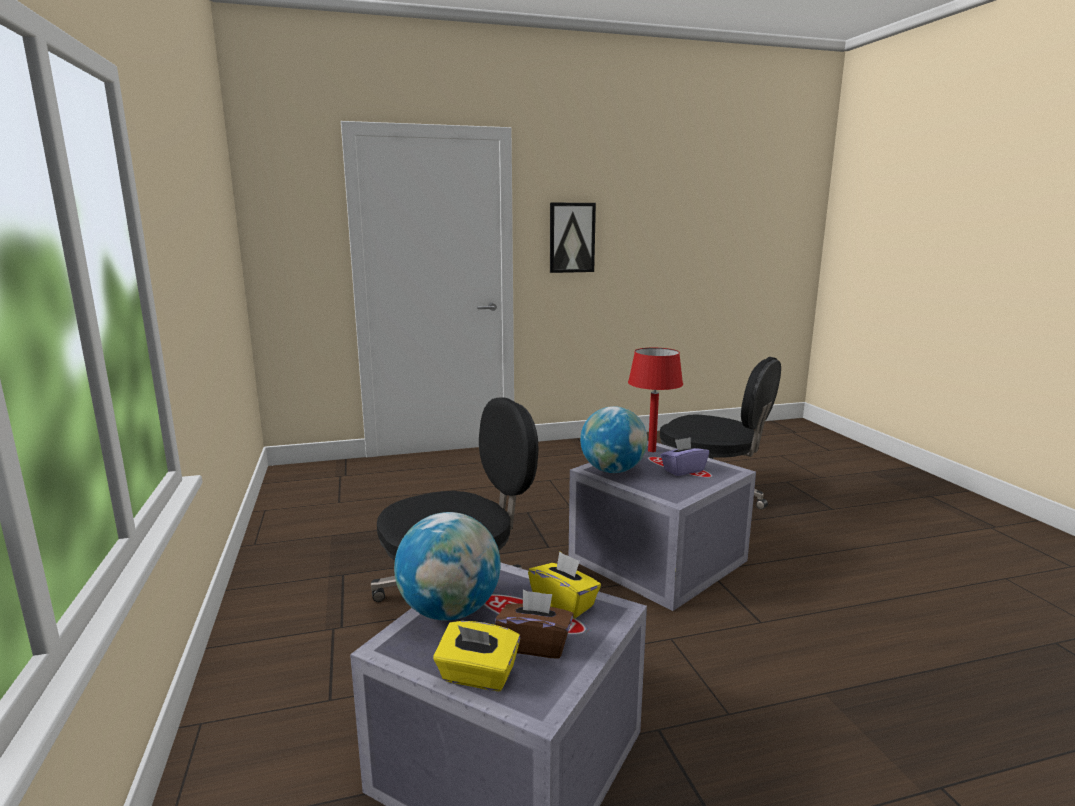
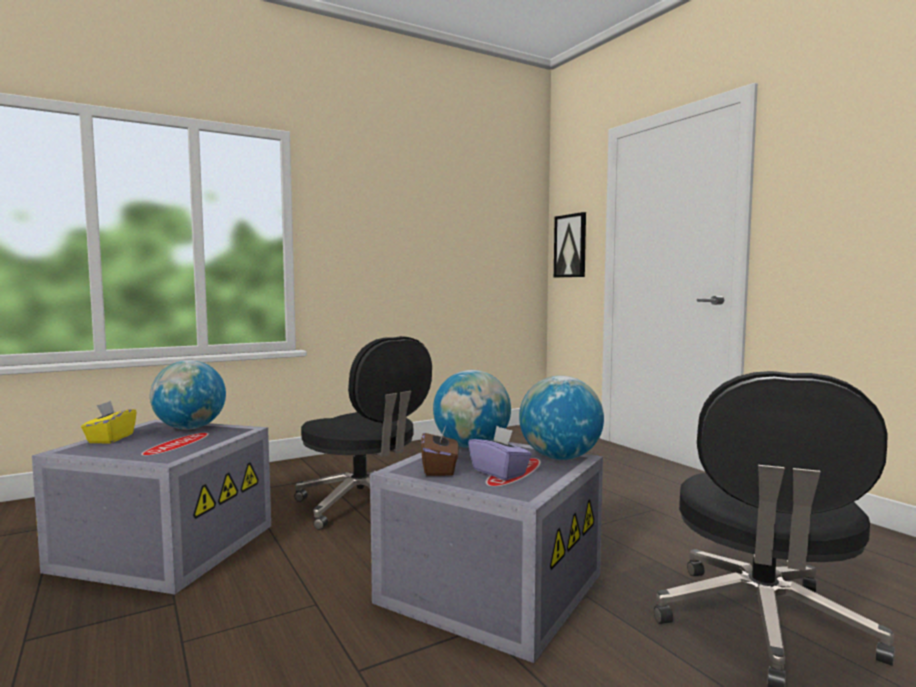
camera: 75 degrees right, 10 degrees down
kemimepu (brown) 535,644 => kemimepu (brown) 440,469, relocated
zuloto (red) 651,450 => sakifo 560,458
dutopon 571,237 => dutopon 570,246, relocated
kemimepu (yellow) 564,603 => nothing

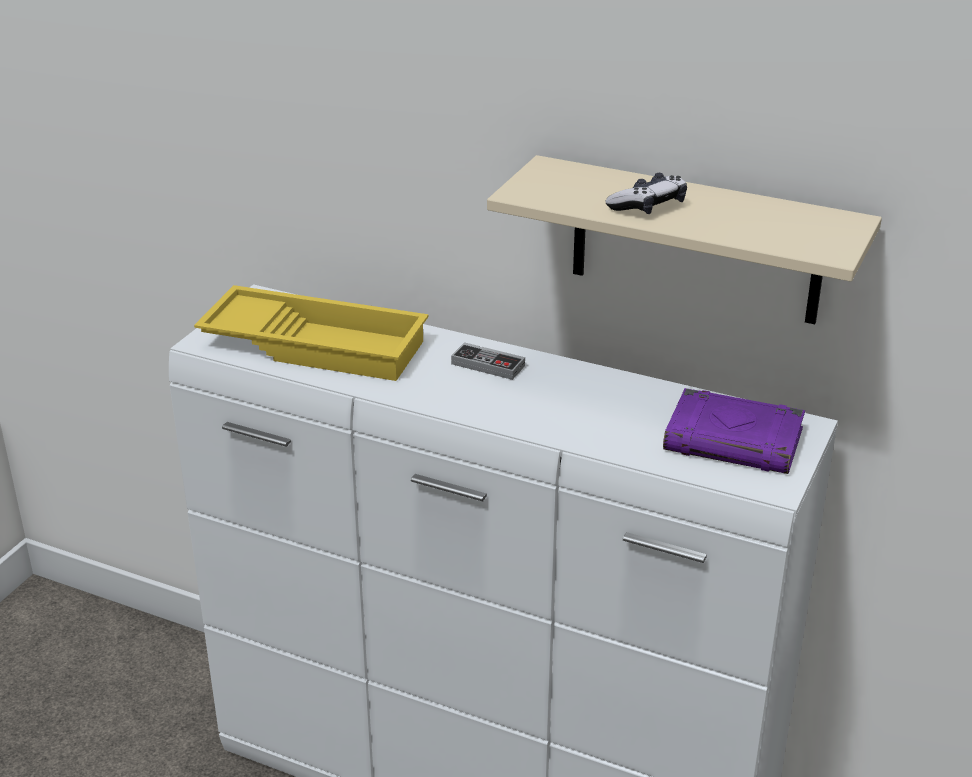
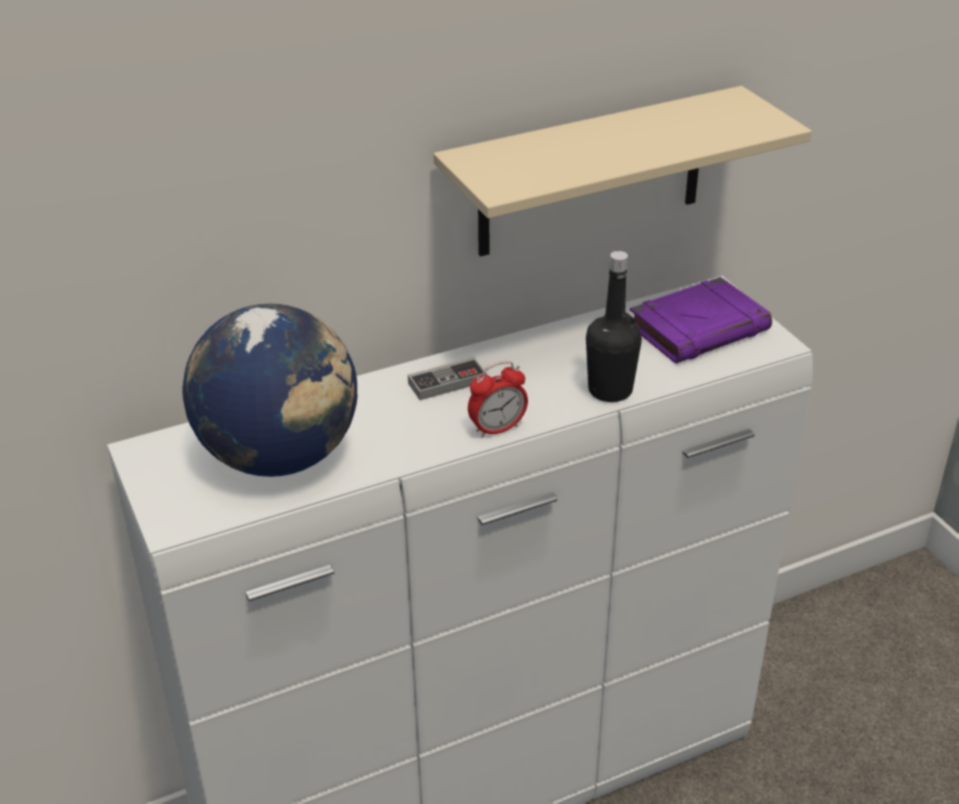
camera: 50 degrees left, 5 degrees up
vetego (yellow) 317,344 => sakifo 280,456
nothing => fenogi 497,429
nothing => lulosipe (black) 610,390
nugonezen 648,206 => nothing

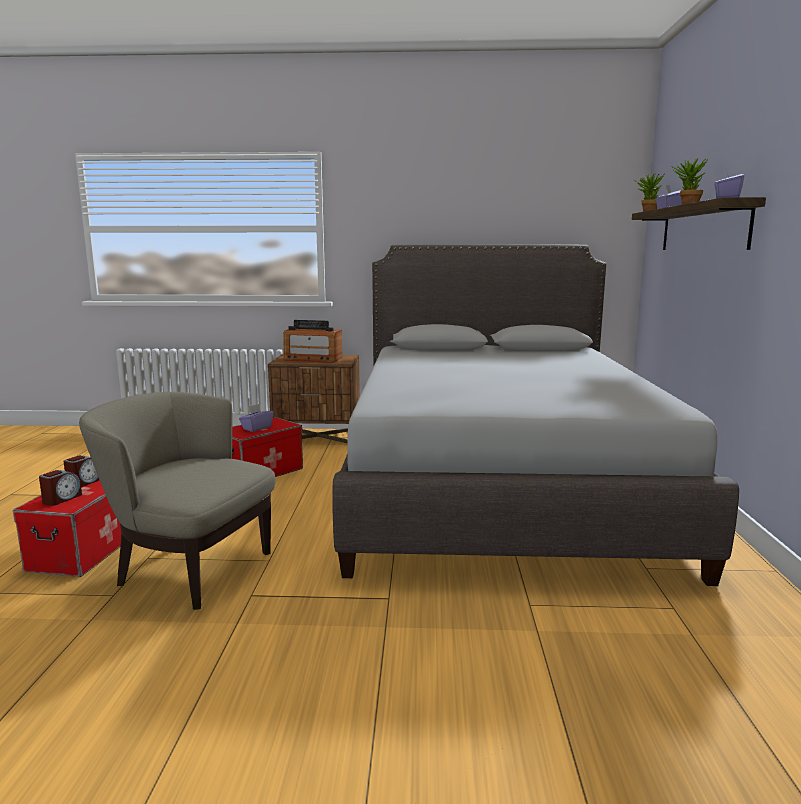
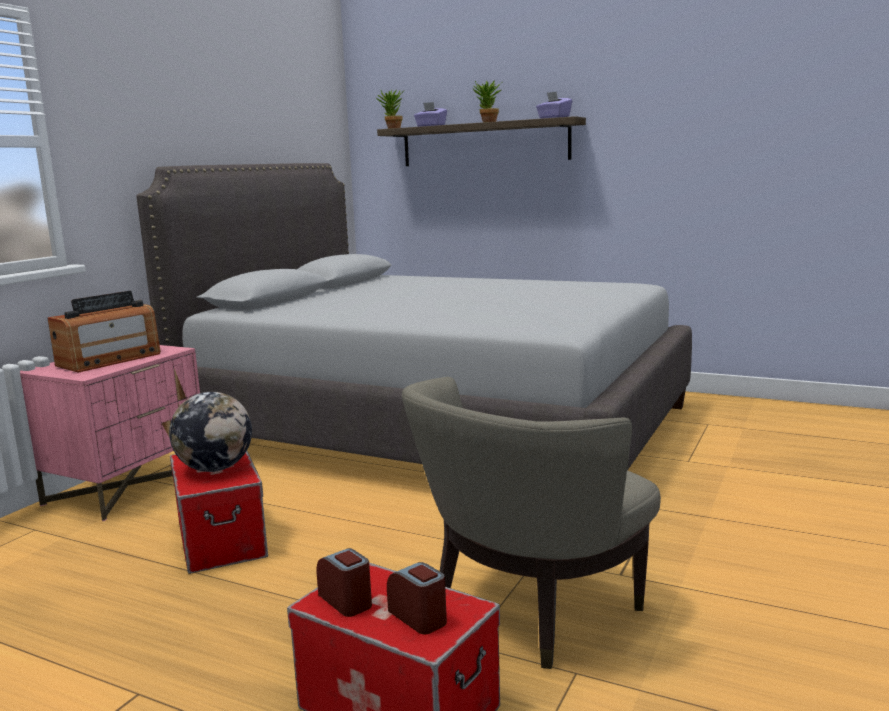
camera: 65 degrees left, 0 degrees up
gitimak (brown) 318,437 => gitimak (pink) 127,487
kemimepu (purple) 256,428 => sakifo 215,468

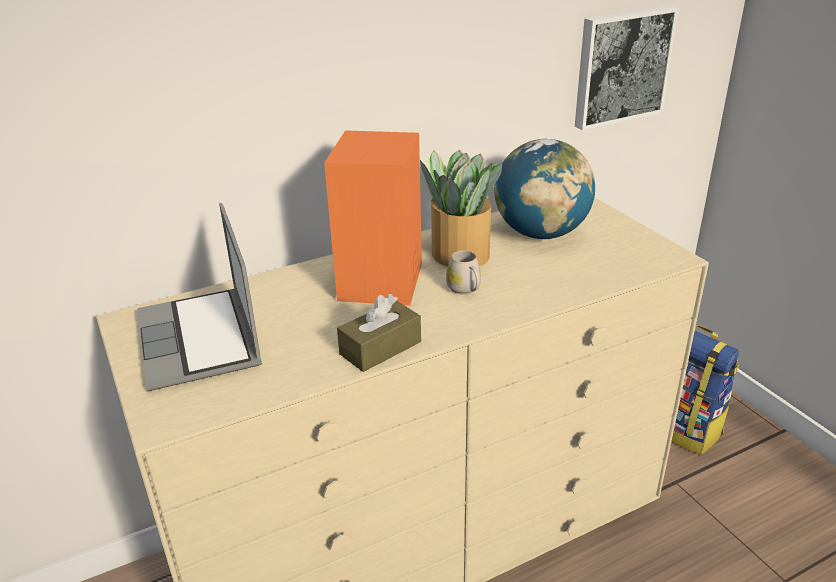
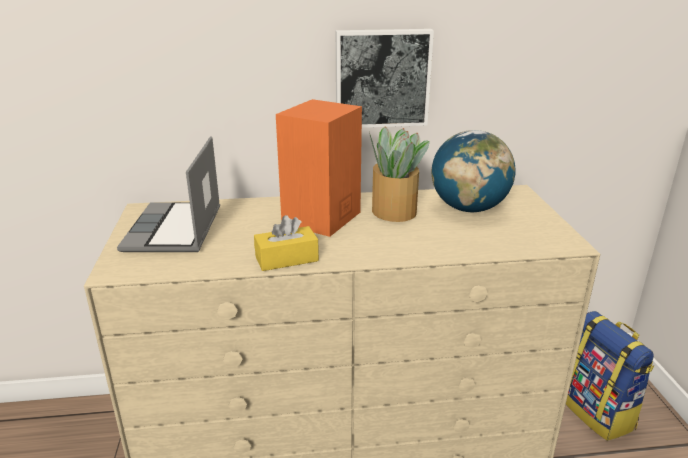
camera: 20 degrees right, 5 degrees down
kemimepu (brown) 380,348 => kemimepu (yellow) 286,259
dutopon 621,66 => dutopon 382,78, relocated
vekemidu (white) 465,289 => nothing

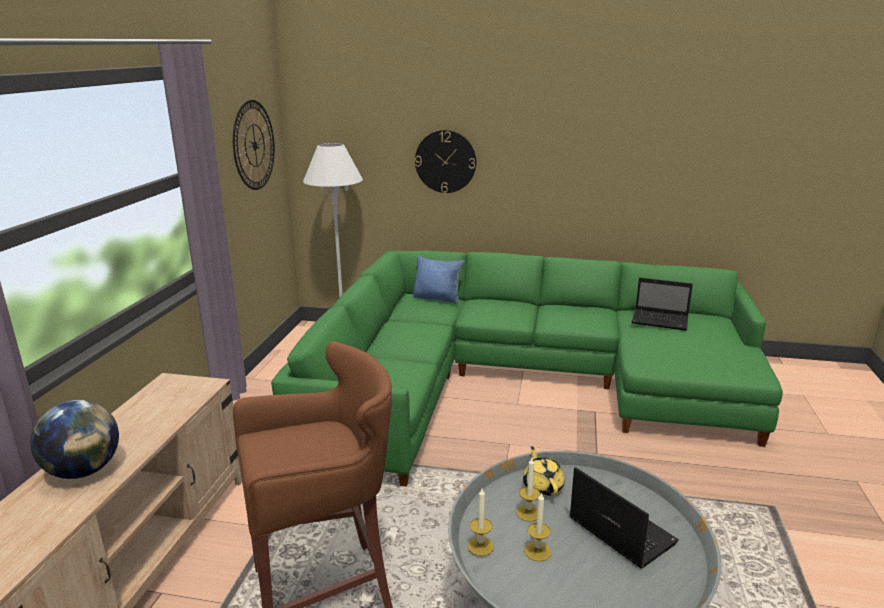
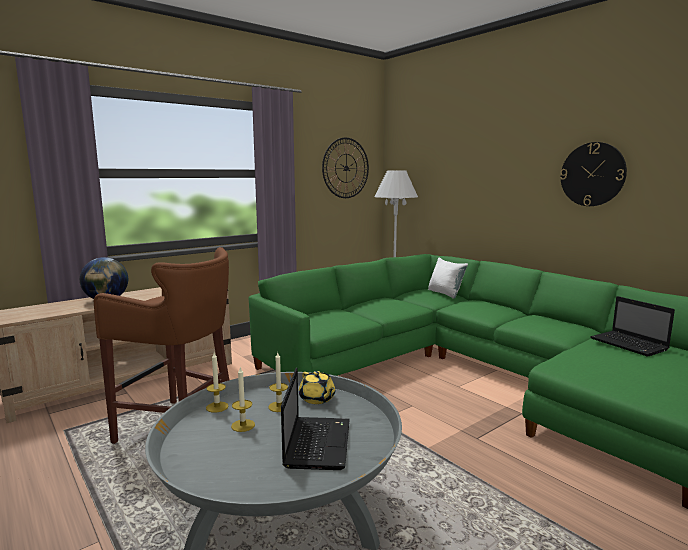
camera: 40 degrees right, 10 degrees down
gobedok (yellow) 542,486 => gobedok (yellow) 317,399, 120 degrees clockwise
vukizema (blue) 438,298 => vukizema (white) 445,293
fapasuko 445,161 => fapasuko 592,174, relocated

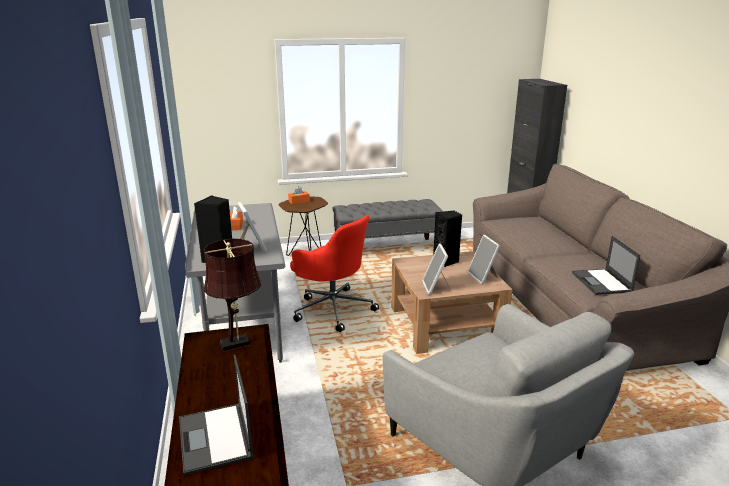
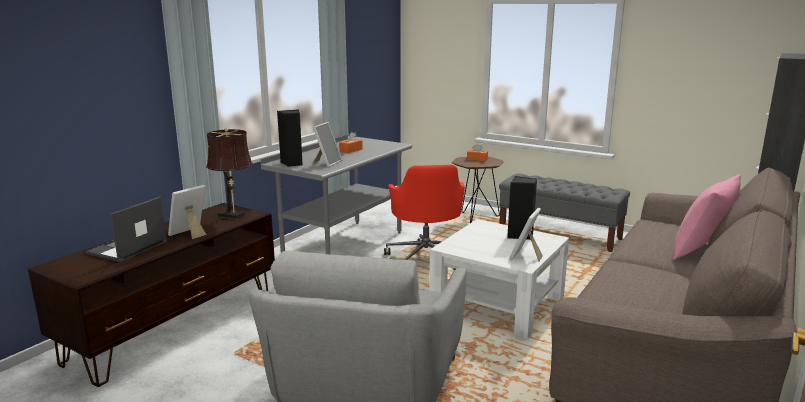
camera: 45 degrees right, 5 degrees down
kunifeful 436,287 => kunifeful 190,233, relocated
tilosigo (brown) 445,324 => tilosigo (white) 498,303
nothing => vukizema (pink) 701,251
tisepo 602,282 => nothing

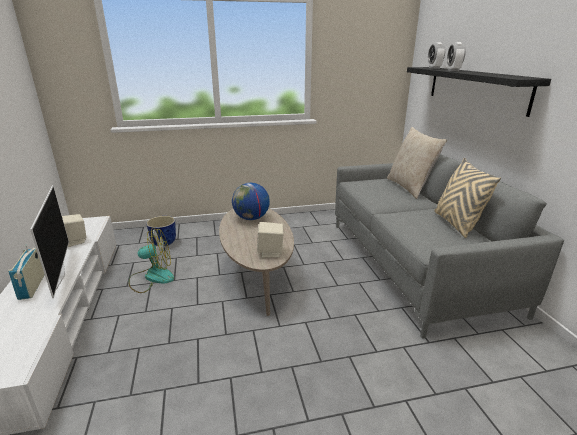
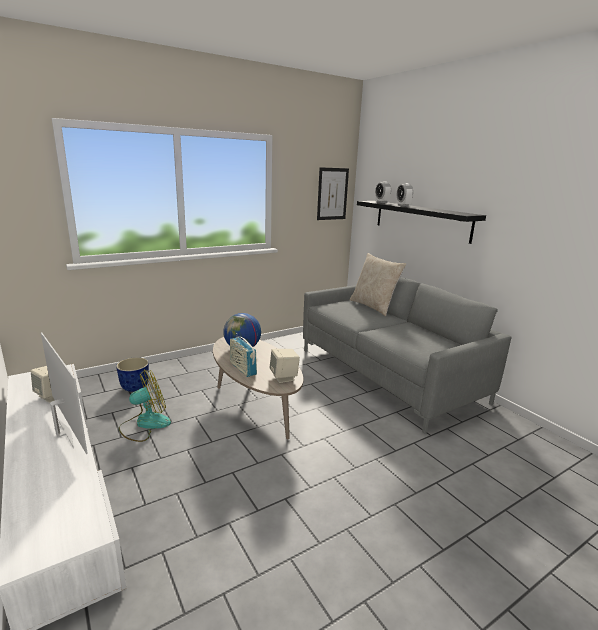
camera: 20 degrees left, 5 degrees down
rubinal 32,286 => rubinal 242,368, relocated
nothing => dutopon 332,194
vukizema (beige) 456,224 => nothing

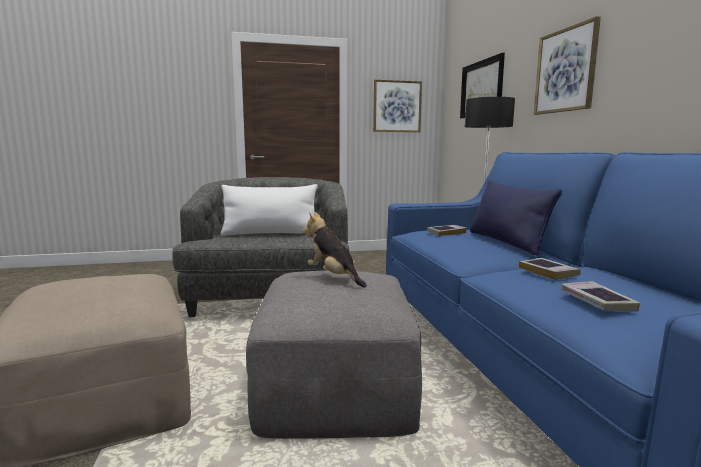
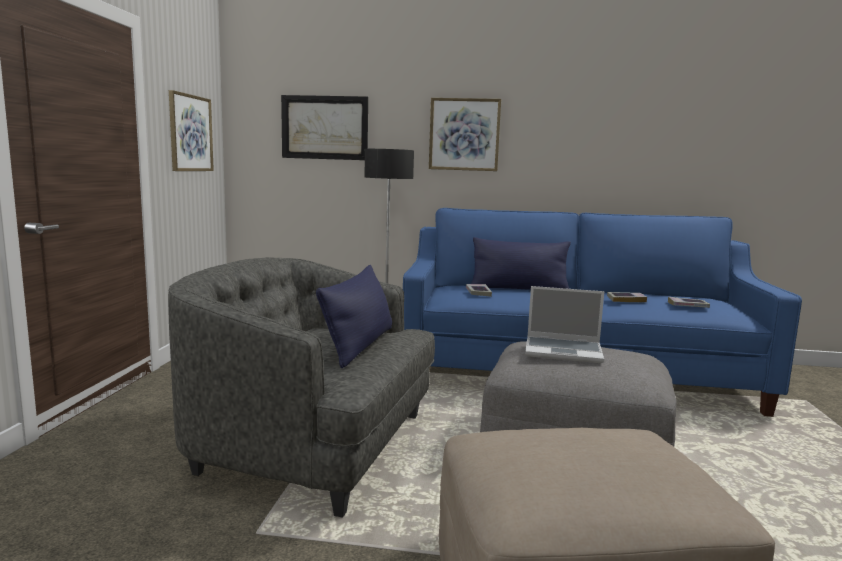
camera: 70 degrees left, 0 degrees up
vukizema (white) 270,233 => vukizema (blue) 359,345
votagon 333,277 => tisepo 564,351

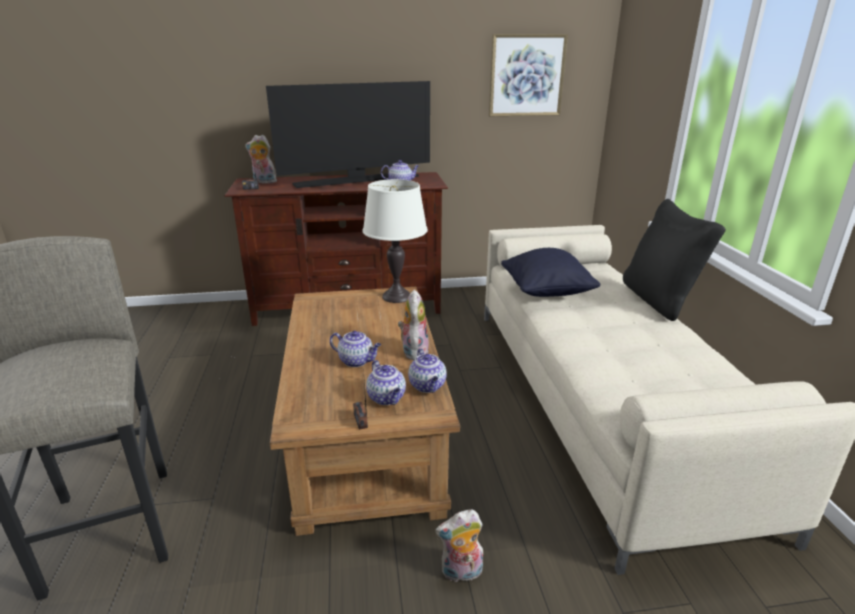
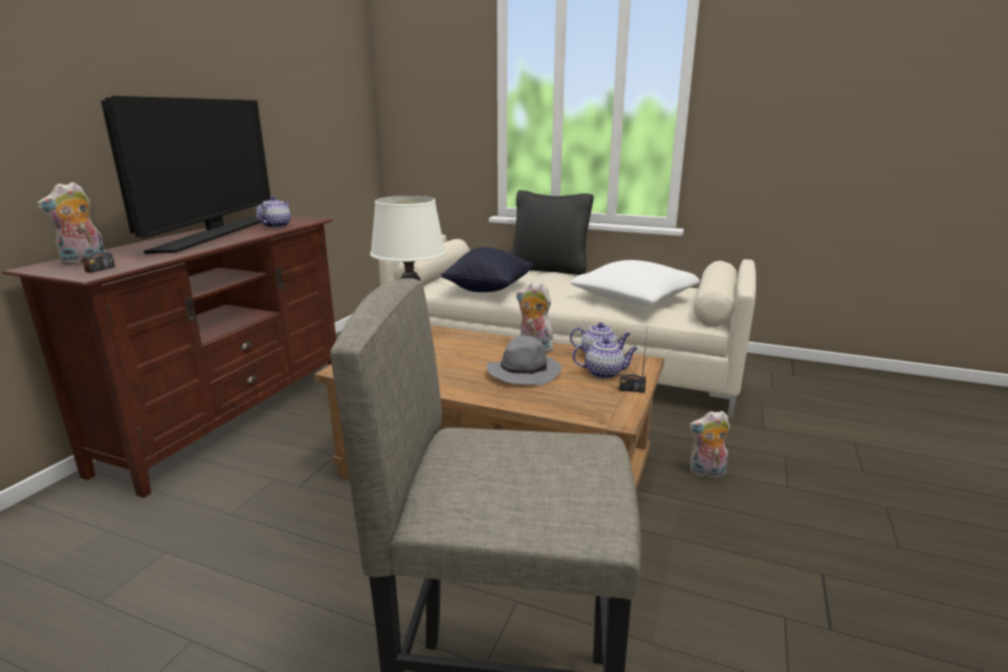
camera: 60 degrees left, 5 degrees down
gobedok 357,361 => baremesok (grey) 524,372
nothing => vukizema (white) 634,299
votagon 461,573 => votagon 706,473, 75 degrees clockwise
dutopon 526,75 => nothing

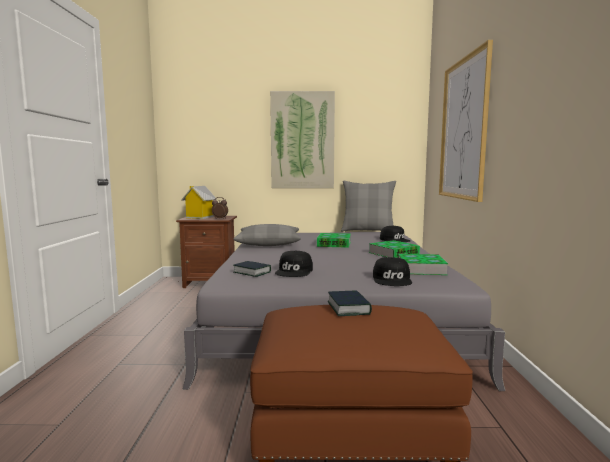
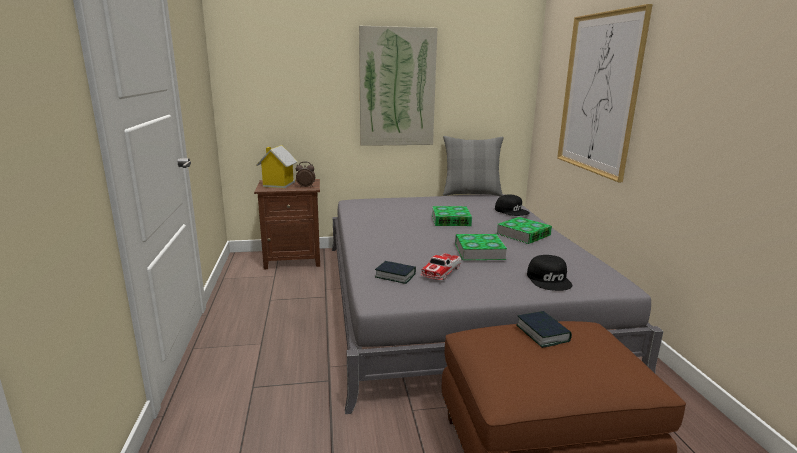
camera: 10 degrees left, 10 degrees up
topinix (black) 294,271 => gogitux 441,272
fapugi 421,269 => fapugi 479,251, relocated
vukizema (grey) 268,243 => nothing

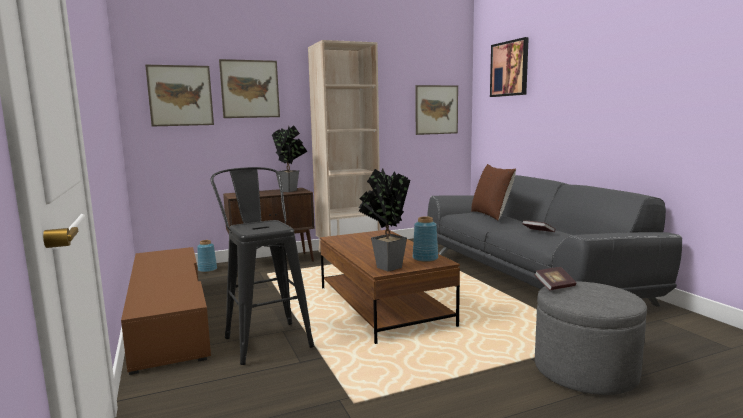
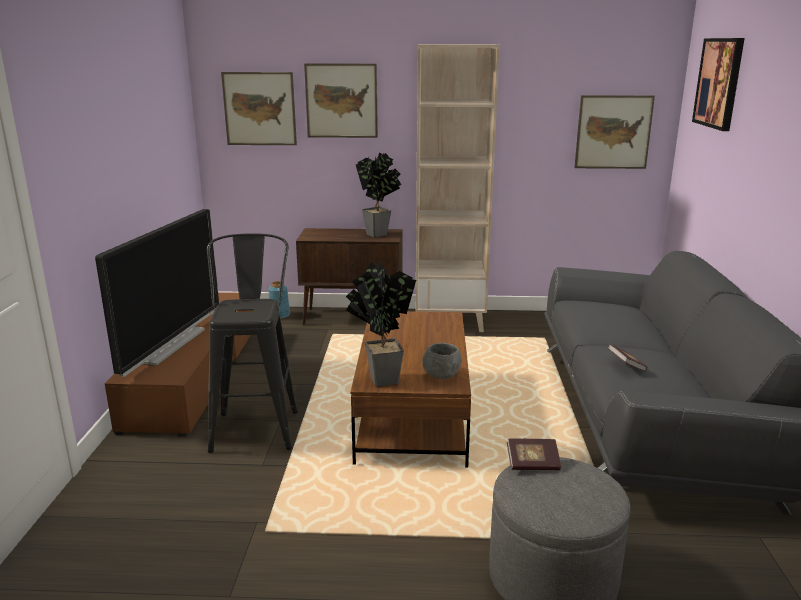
camera: 25 degrees right, 10 degrees up
nothing => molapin 169,345
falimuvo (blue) 425,259 => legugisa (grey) 441,375
vukizema (brown) 491,215 => nothing

